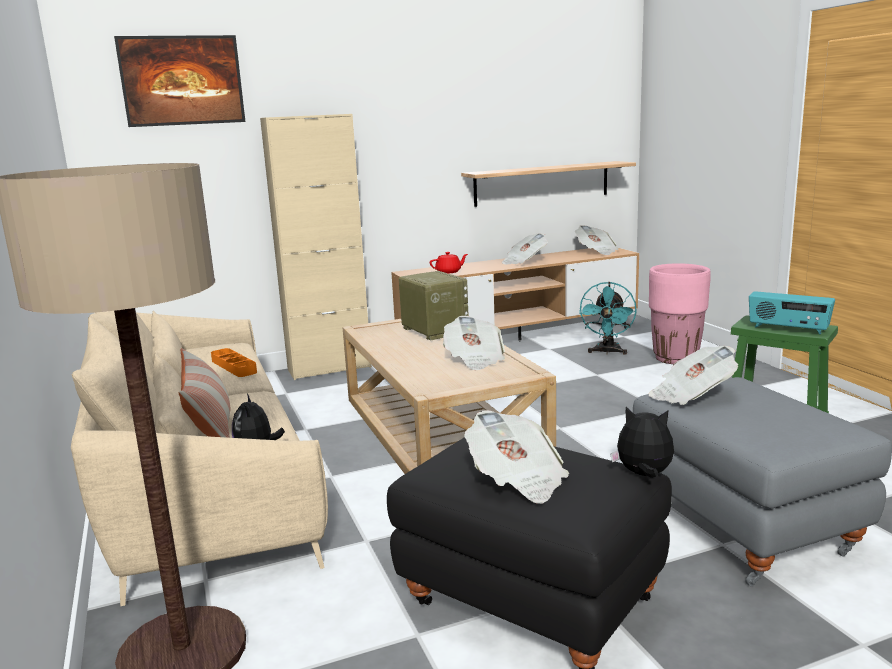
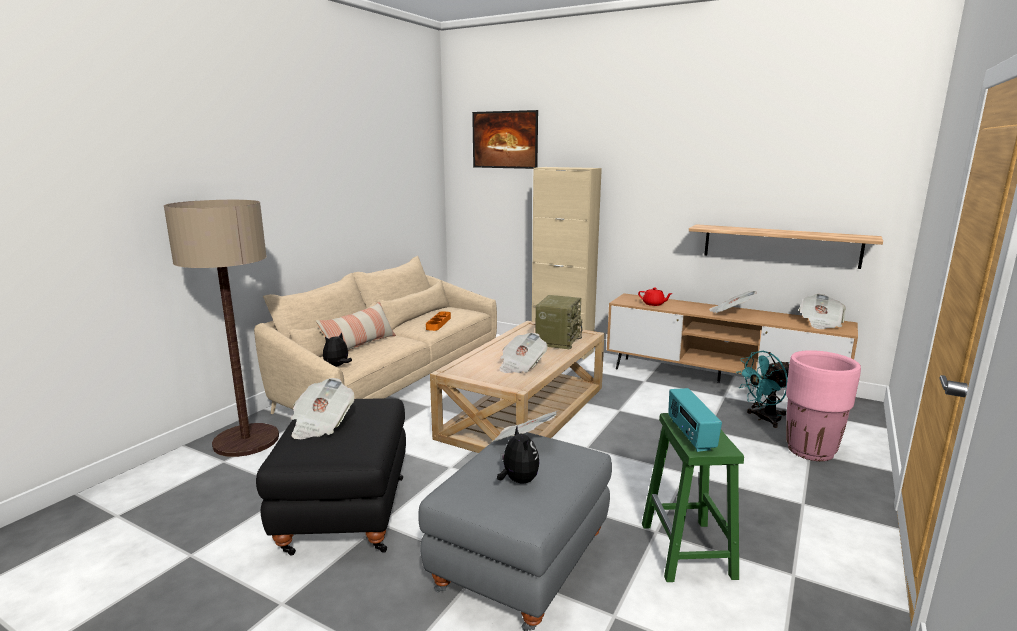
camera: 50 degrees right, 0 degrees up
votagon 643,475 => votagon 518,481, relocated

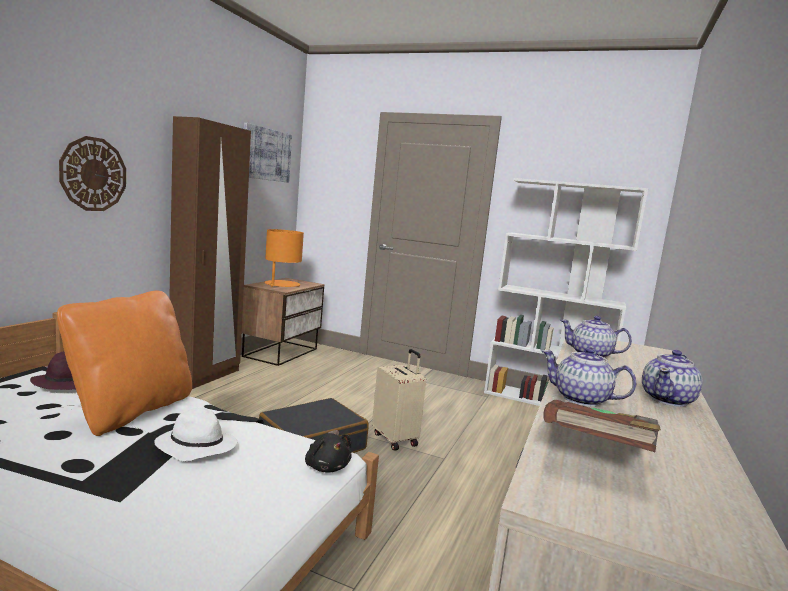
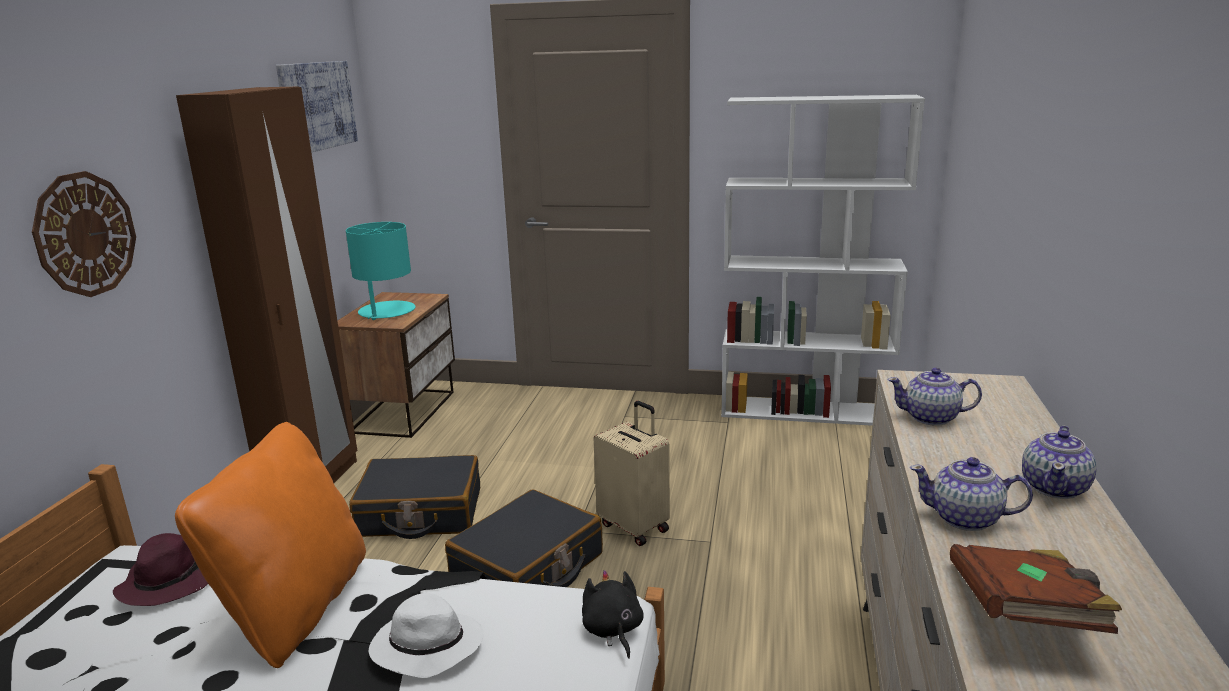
camera: 10 degrees left, 10 degrees up
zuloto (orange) 282,285 => zuloto (turquoise) 386,312
nothing => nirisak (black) 420,513
votagon (black) 326,467 => votagon (black) 613,630, 150 degrees counterclockwise

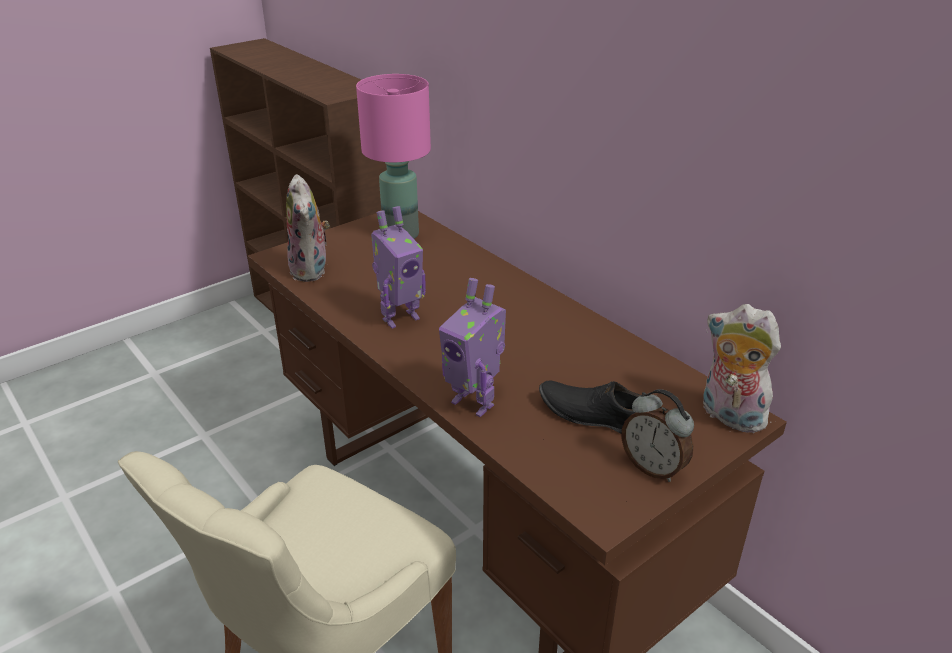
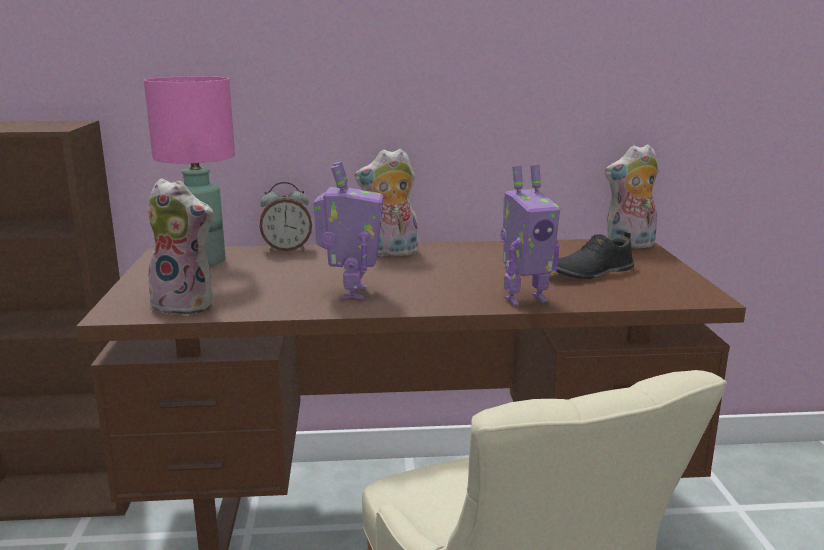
camera: 55 degrees left, 15 degrees down
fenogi 653,467 => fenogi 287,249, relocated
nothing => votagon 390,253

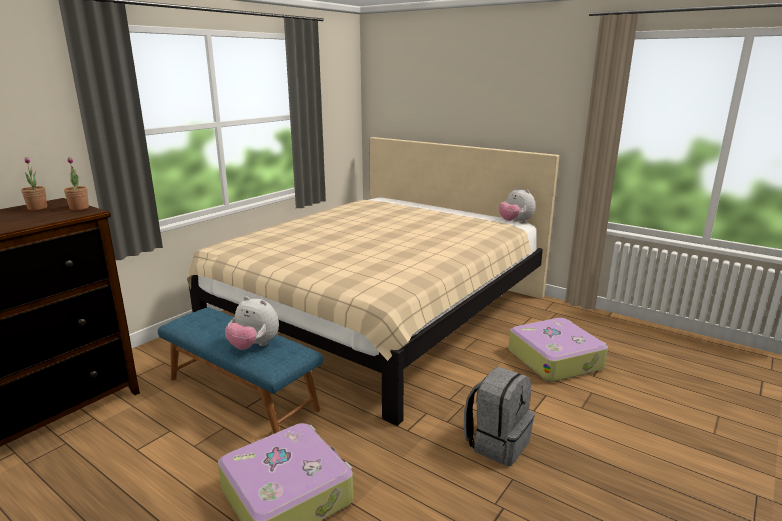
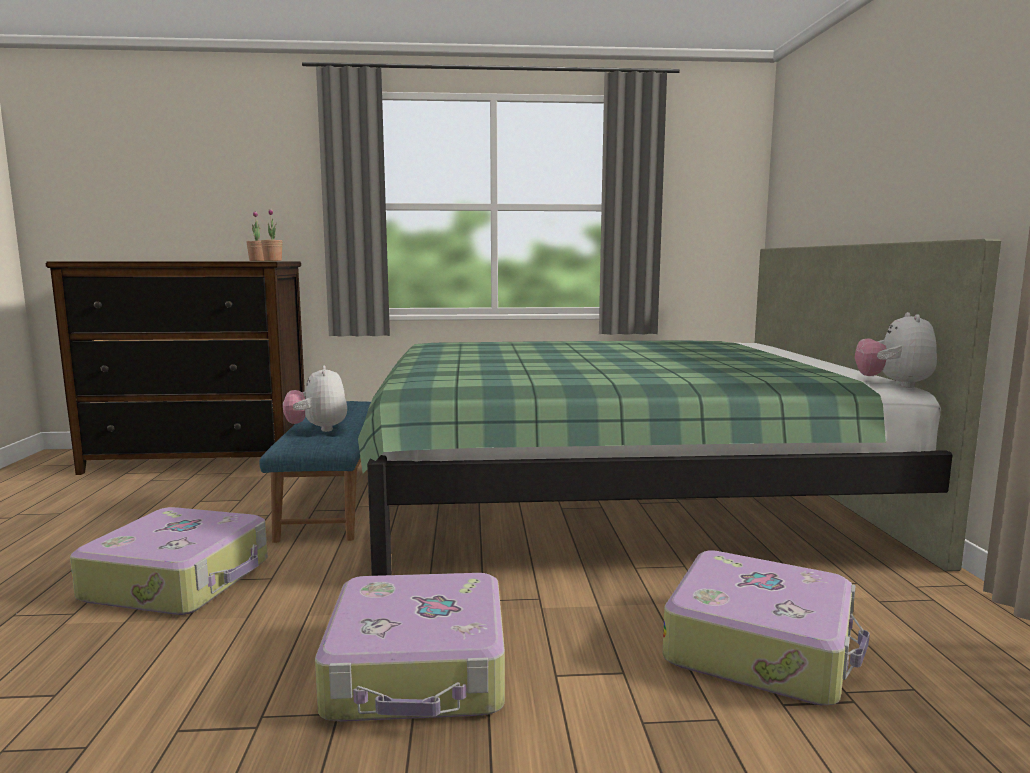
camera: 50 degrees right, 10 degrees down
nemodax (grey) 497,443 => nirisak 419,670
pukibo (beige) 380,314 => pukibo (green) 616,495

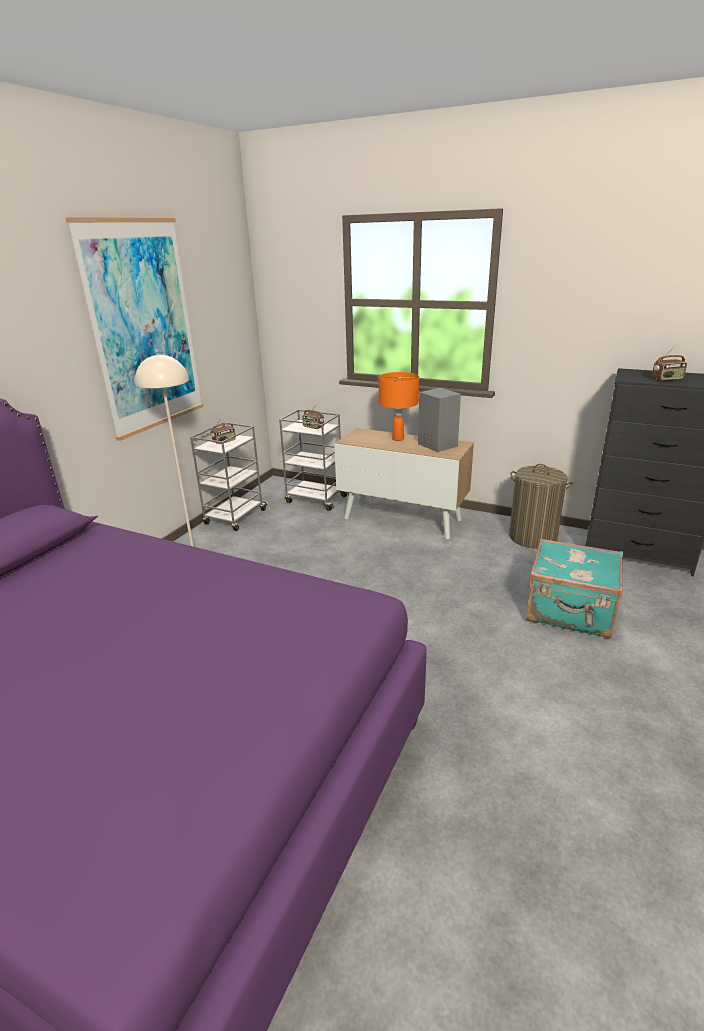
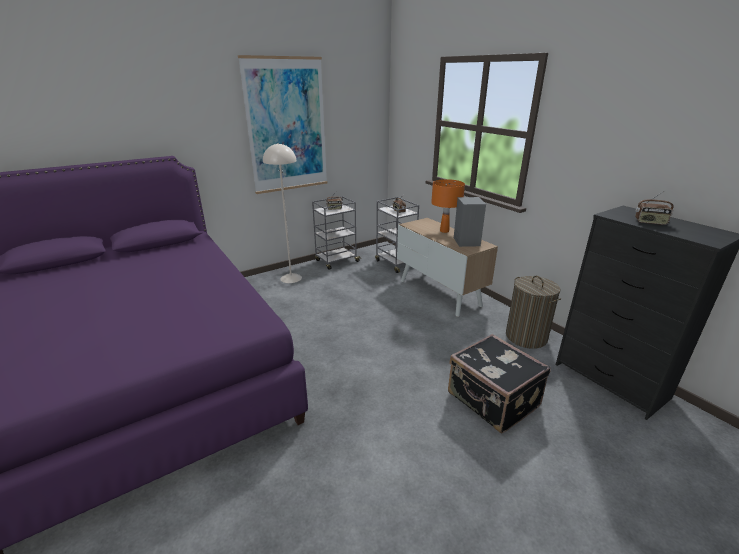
camera: 30 degrees right, 0 degrees up
nirisak (turquoise) 570,612 => nirisak (black) 492,401

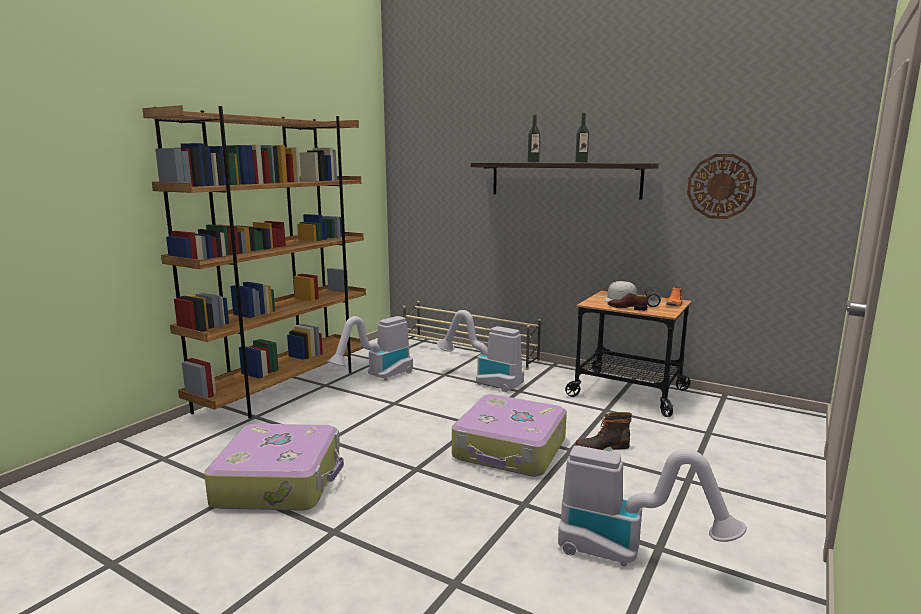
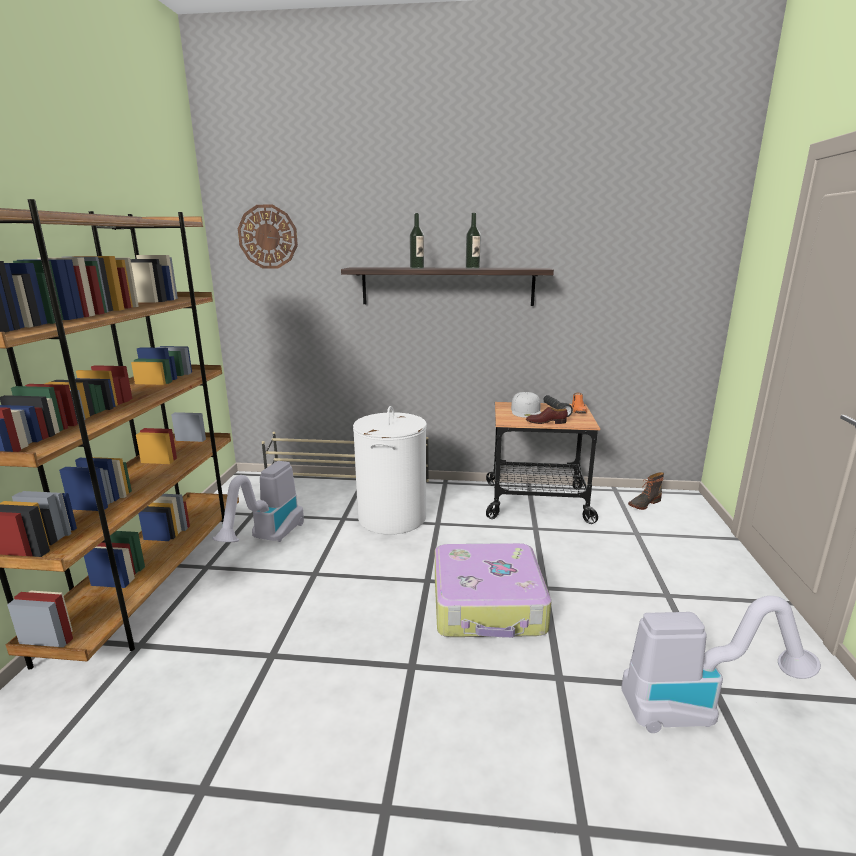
camera: 25 degrees left, 5 degrees up
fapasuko 721,186 => fapasuko 268,237, relocated
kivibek 484,381 => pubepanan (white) 392,518
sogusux 602,447 => sogusux 643,503, relocated
nirisak 280,481 => nothing

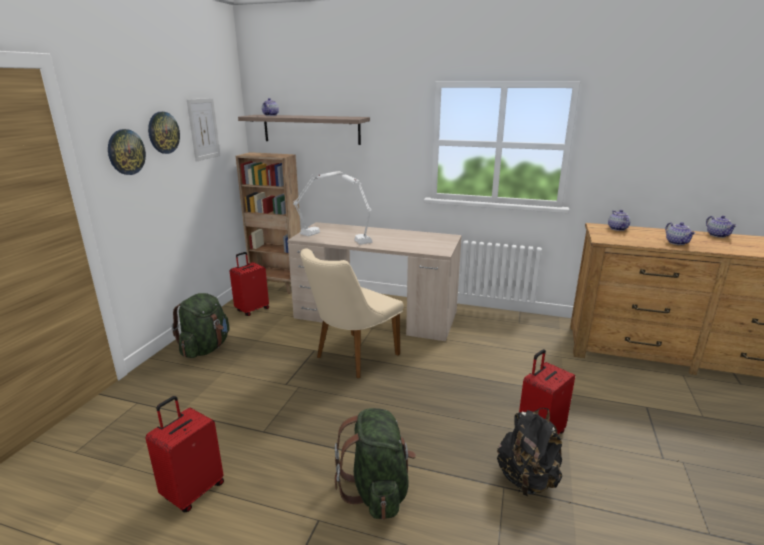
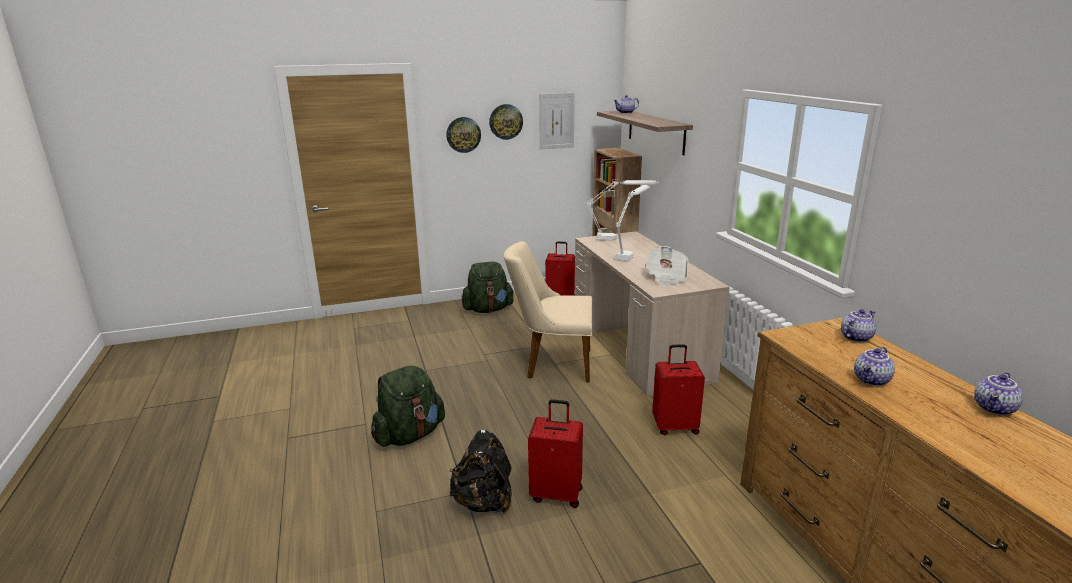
camera: 55 degrees right, 0 degrees up
nothing => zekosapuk 666,278
nirisak (red) 193,491 => nirisak (red) 675,426, relocated

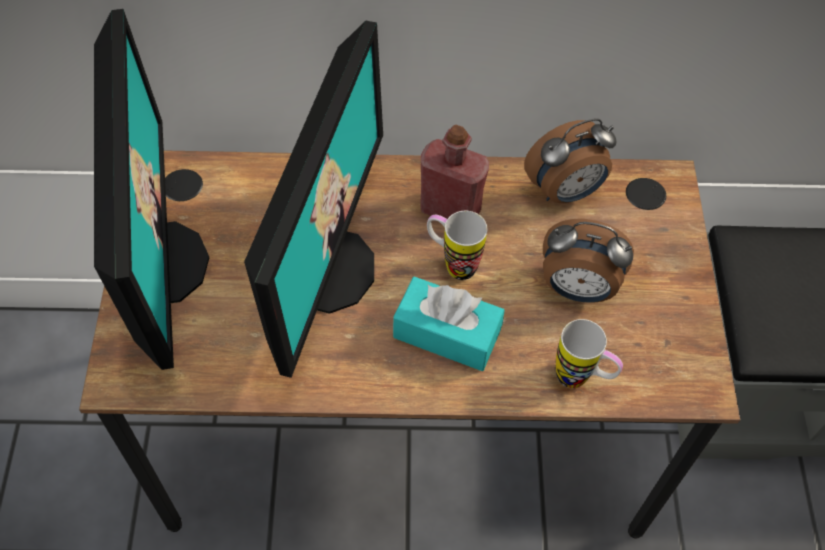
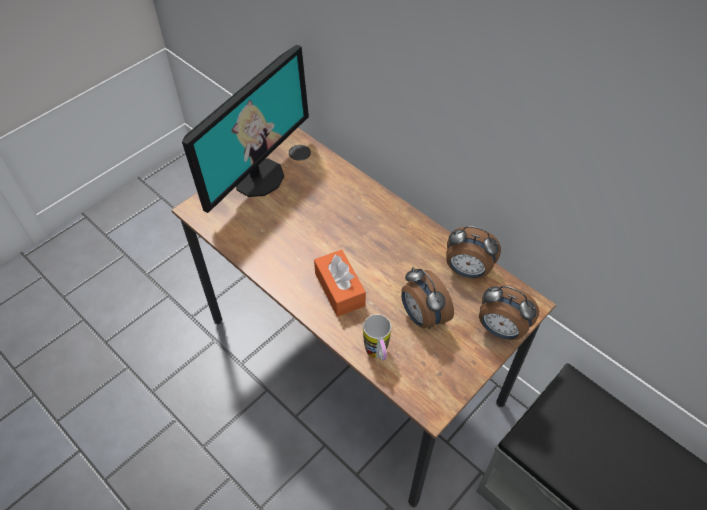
camera: 45 degrees right, 5 degrees down
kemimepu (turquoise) 447,334 => kemimepu (orange) 339,289
nothing => fenogi 500,329
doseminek 328,269 => nothing
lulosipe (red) 450,209 => nothing
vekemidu 452,263 => nothing

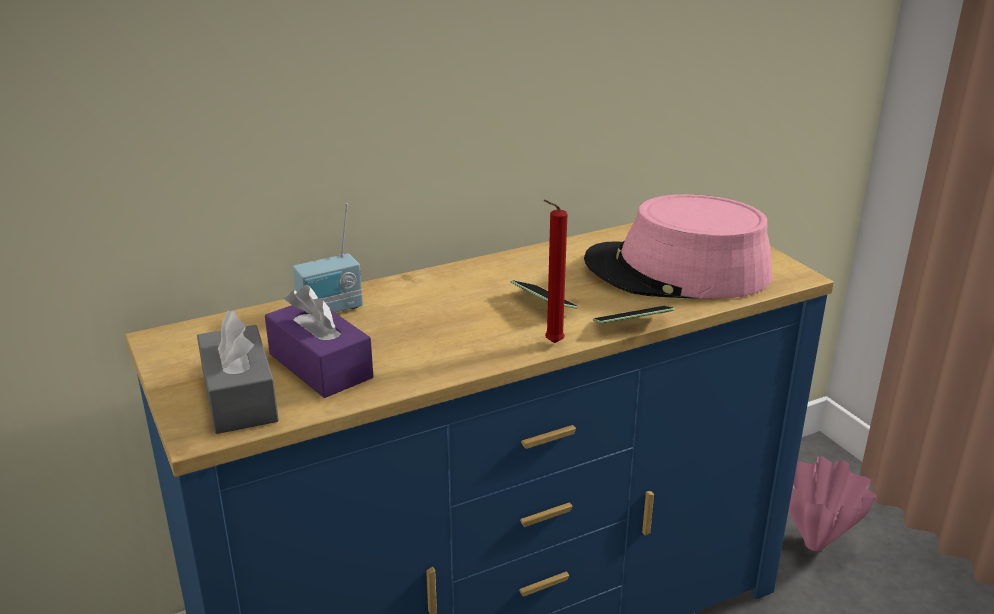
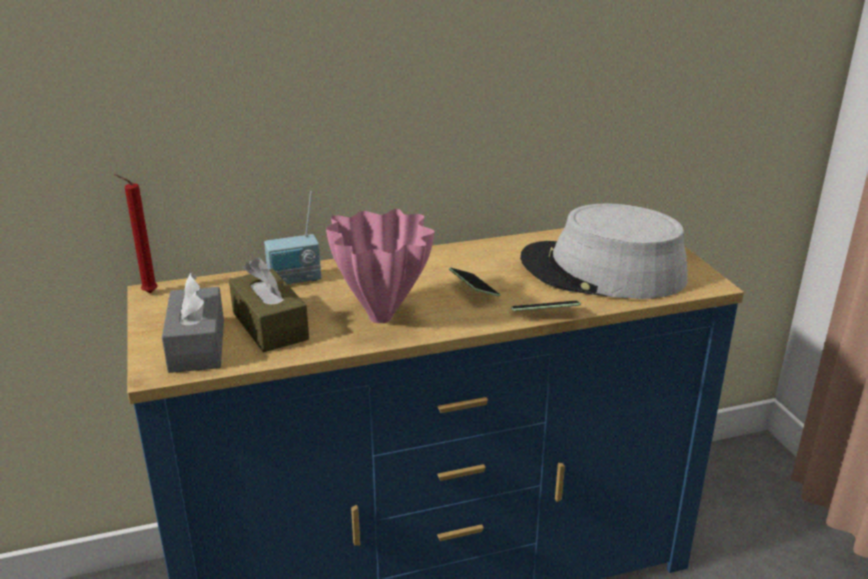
camera: 10 degrees right, 0 degrees up
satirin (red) 551,343 => satirin (red) 147,293, relocated
kemimepu (purple) 320,366 => kemimepu (brown) 270,326
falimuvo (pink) 816,545 => falimuvo (pink) 382,318, relocated
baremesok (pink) 677,271 => baremesok (grey) 602,272

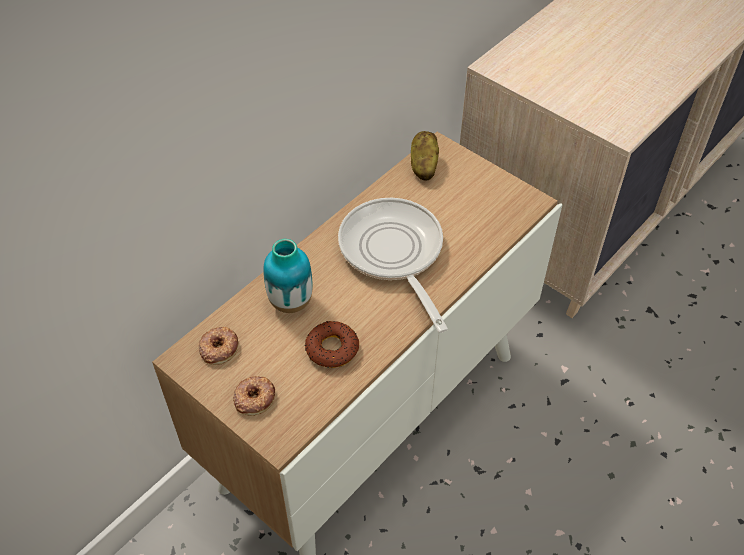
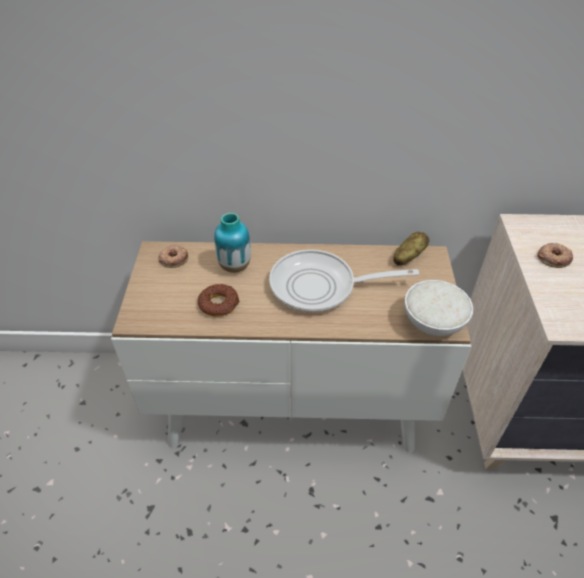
camera: 50 degrees right, 5 degrees down
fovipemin 393,254 => fovipemin 320,287, 120 degrees counterclockwise
nothing => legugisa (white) 433,321
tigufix 254,398 => tigufix 553,258, relocated

